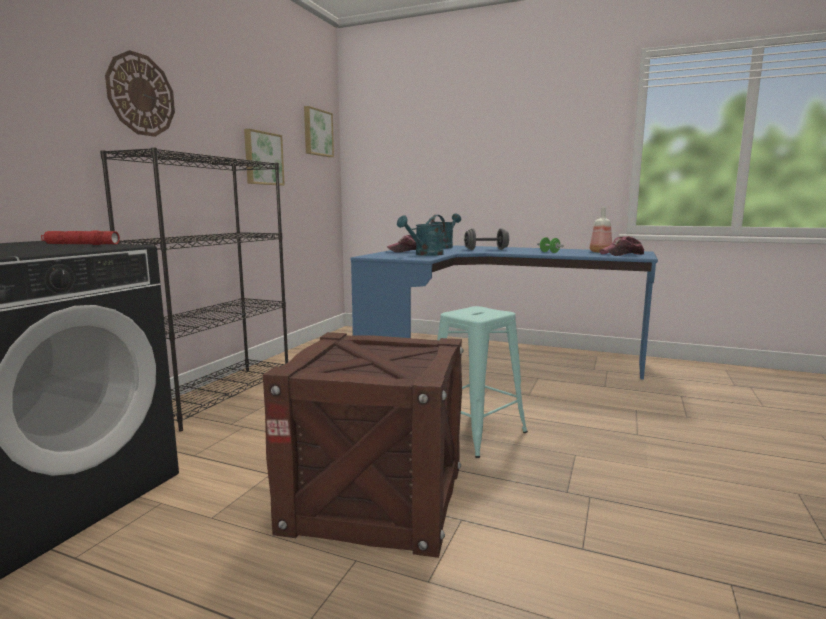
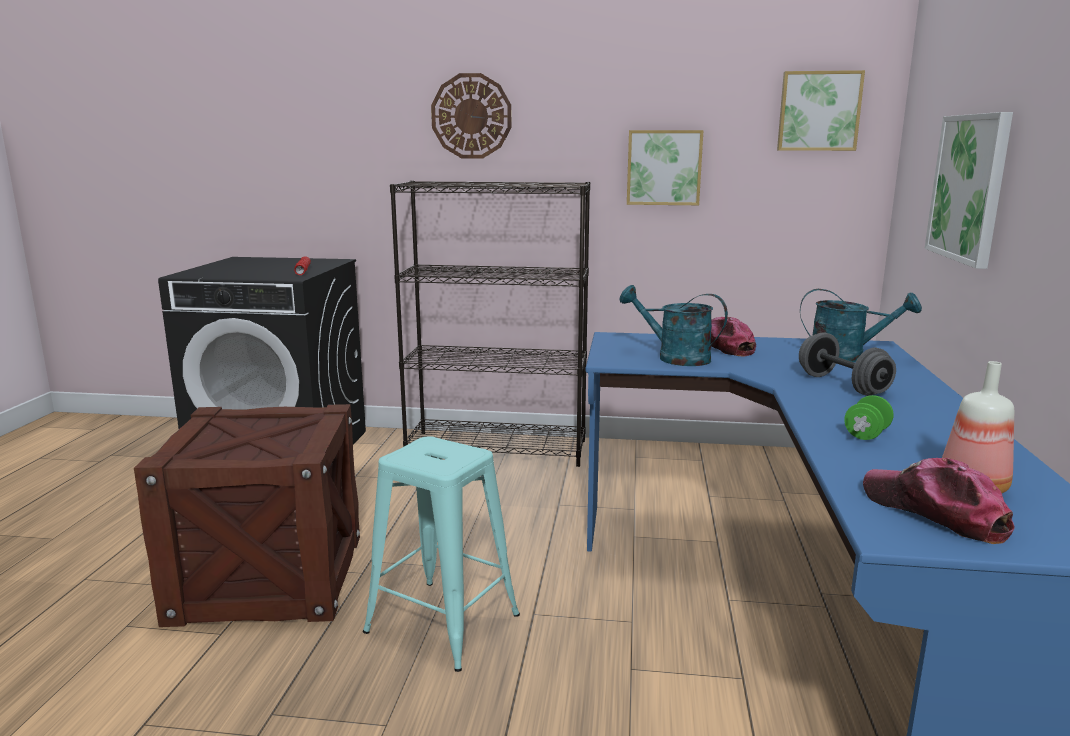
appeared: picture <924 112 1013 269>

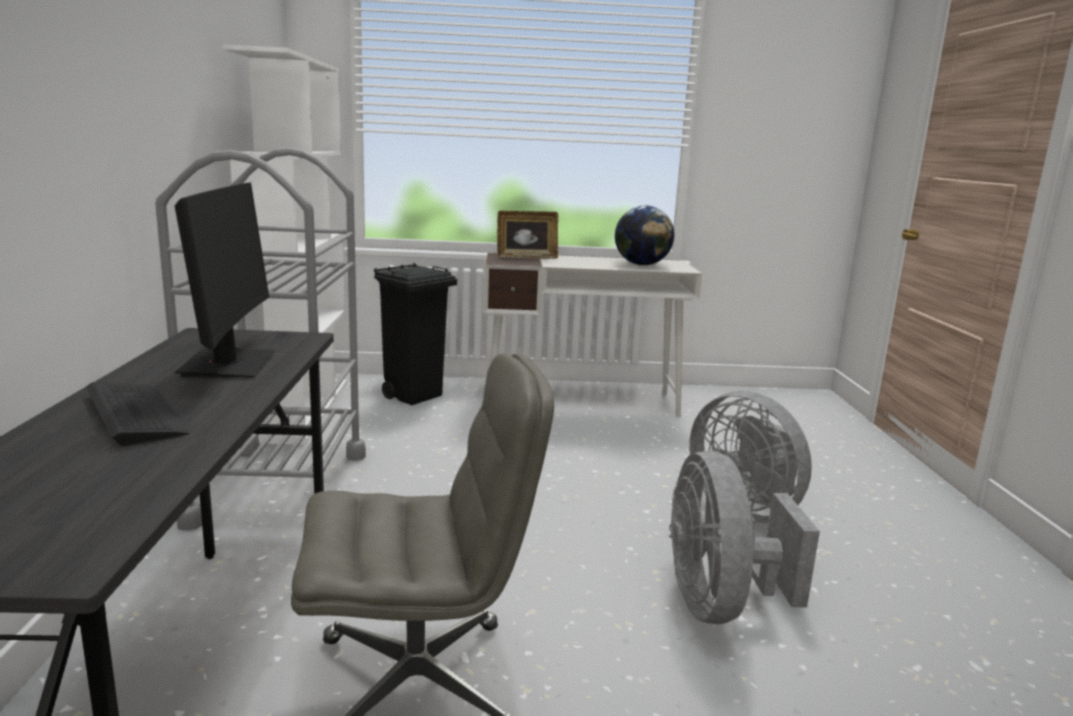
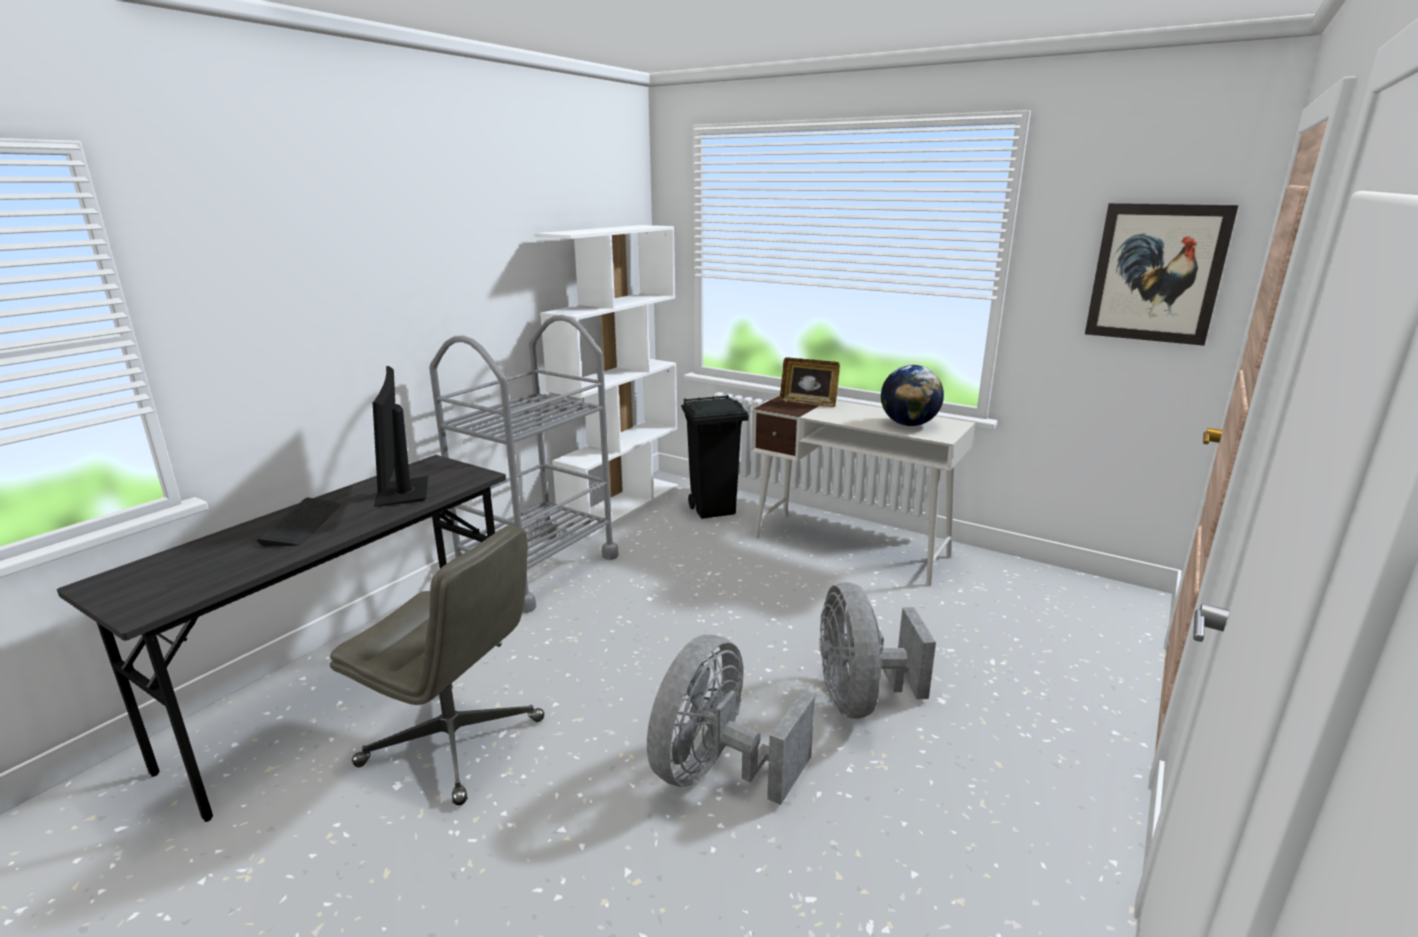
appeared: picture <1085 203 1238 346>
spun: computer screen <174 182 275 378> = <373 366 428 507> 135 degrees clockwise

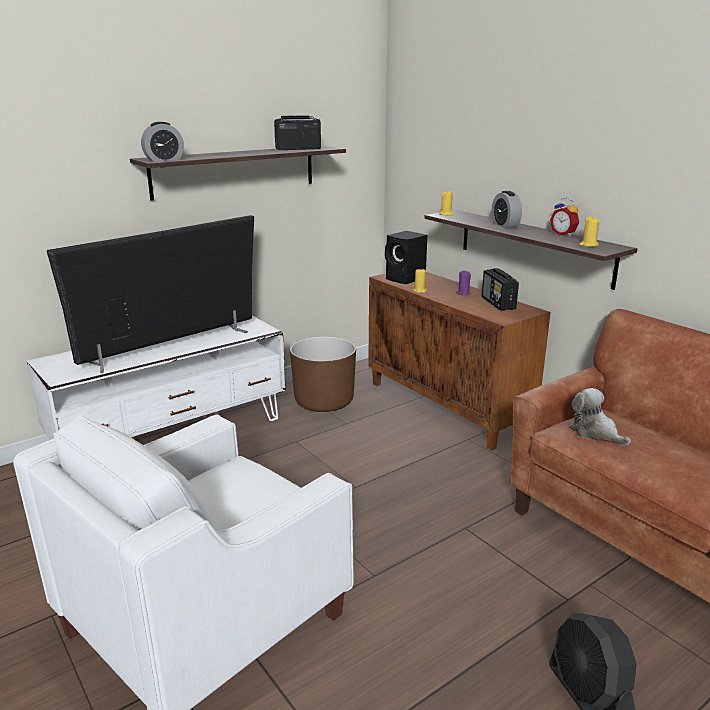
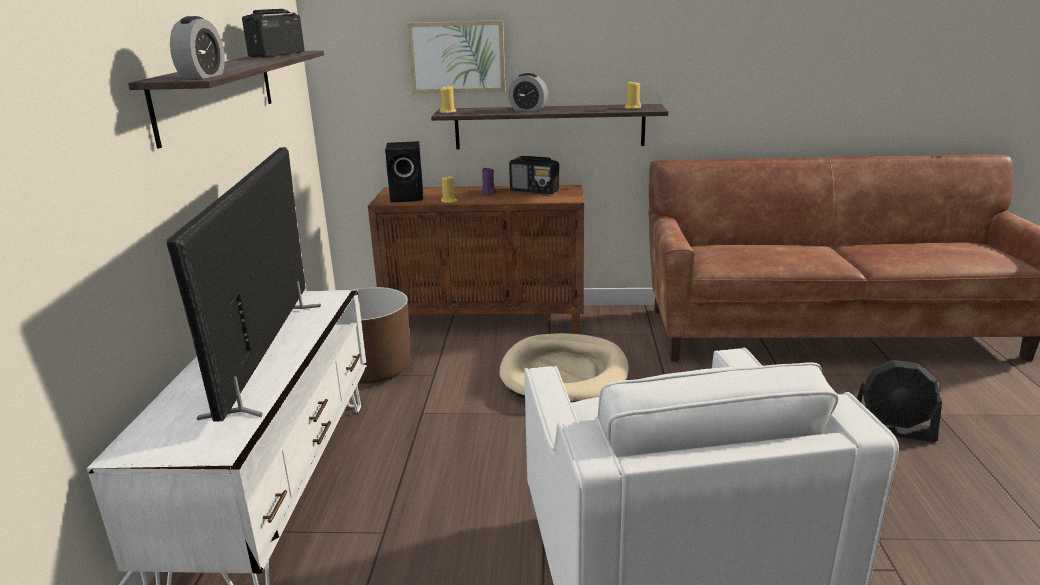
missing: table clock <550 198 579 236>; plush toy <569 388 631 446>
appeared: picture <407 20 505 93>; pet bed in beige-coloured <500 333 629 403>

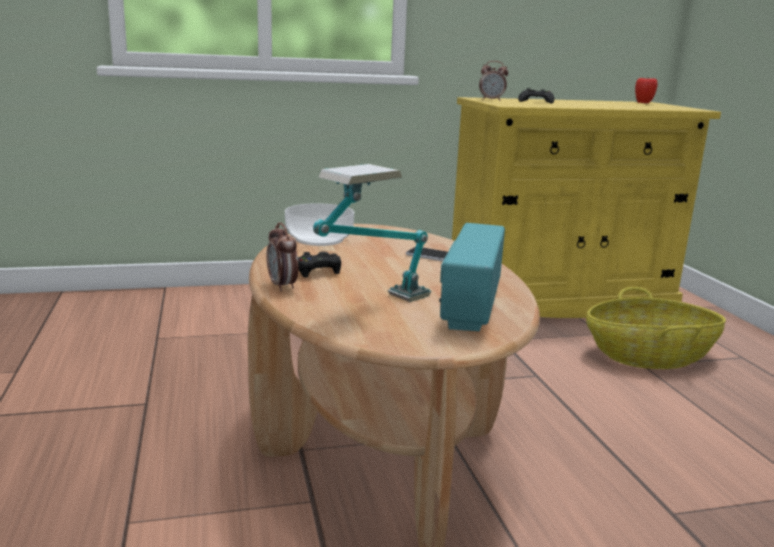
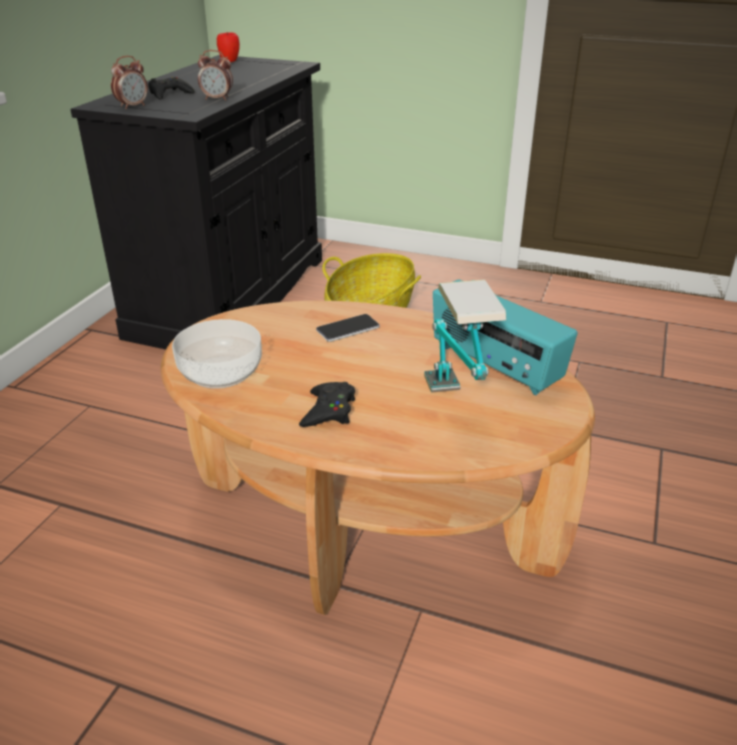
relocated: table clock <266 222 298 291> to <198 50 233 101>
colour: cabinet in yellowish <452 97 721 318> to cabinet in black-coloured <70 55 322 349>

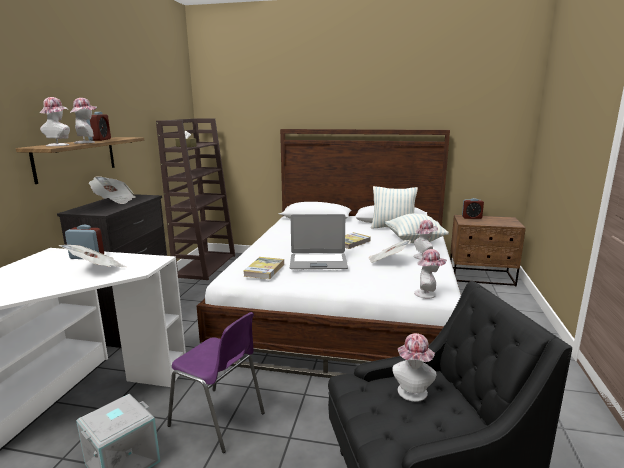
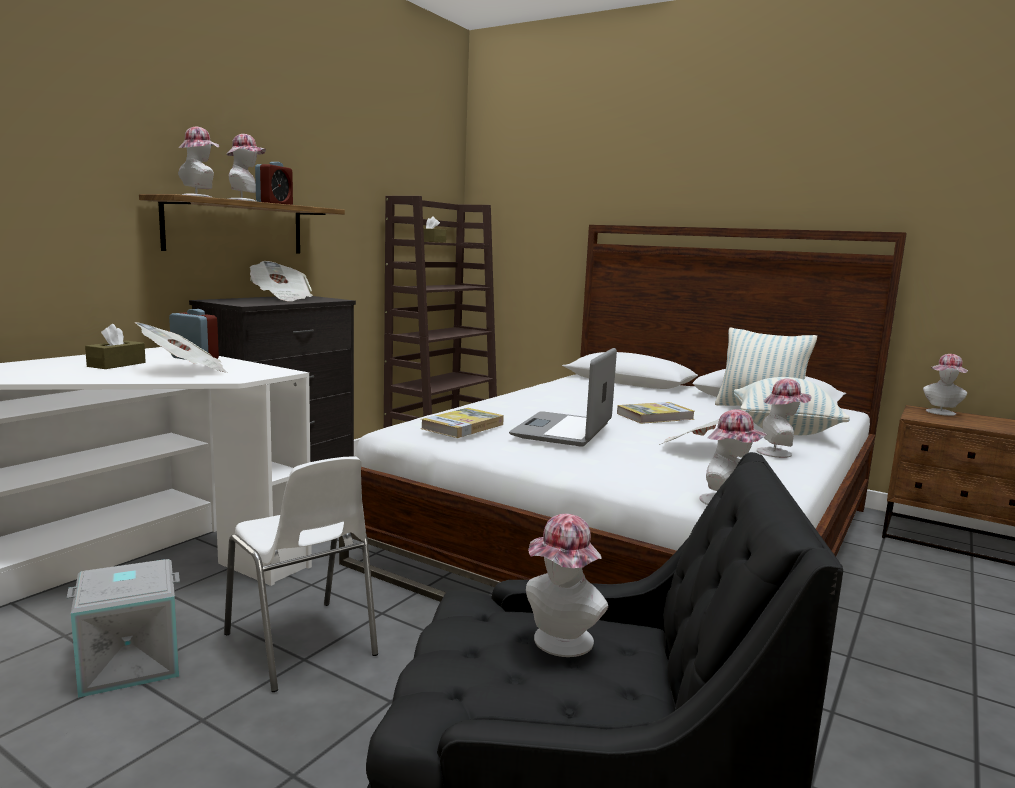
appeared: box of tissues in brown <85 324 146 369>
exchanged: table clock <462 198 484 219> to clothing hat <923 354 968 416>
colour: upright chair in purple <167 312 265 453> to upright chair in whitish <224 457 378 692>
spun: notebook computer <290 214 348 269> = <509 348 617 447> 90 degrees clockwise

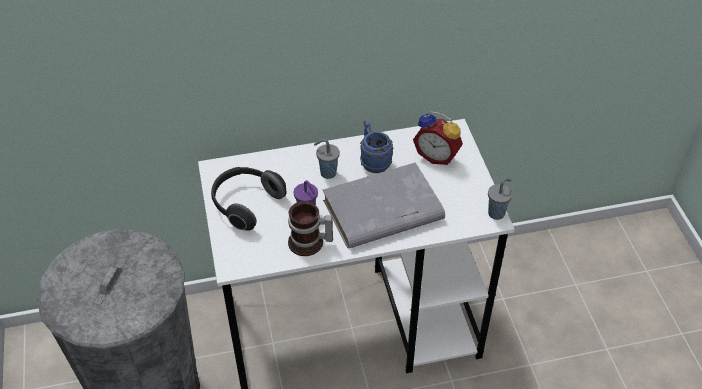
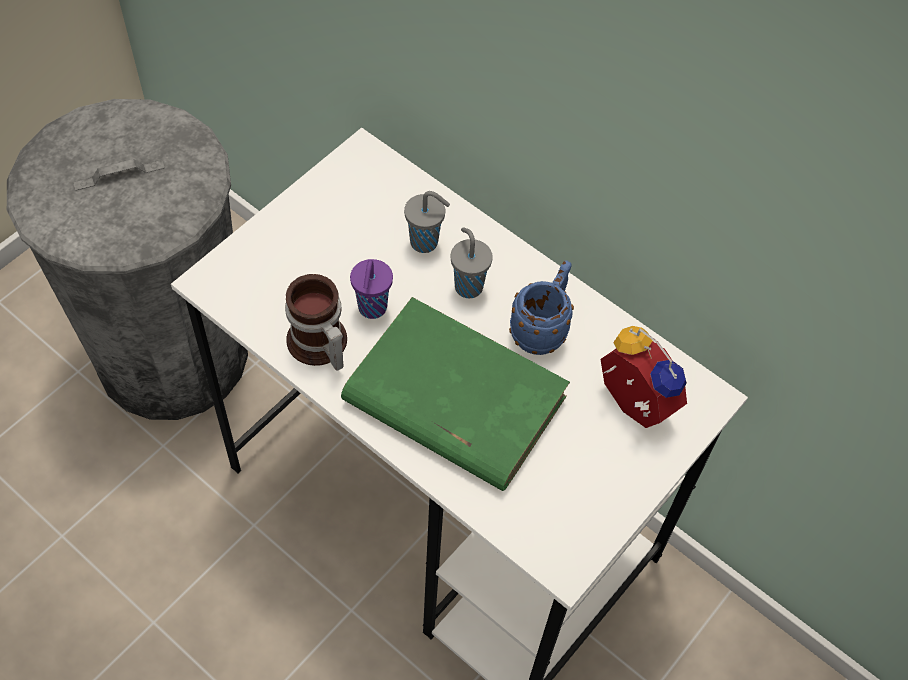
missing: pair of headphones <211 167 286 231>
relocated: small cup in gray <488 178 513 220> to <404 191 450 253>
colour: book in gray <323 162 445 249> to book in greenish <341 297 570 491>
spun: table clock <413 111 463 165> = <600 326 687 428> 150 degrees clockwise

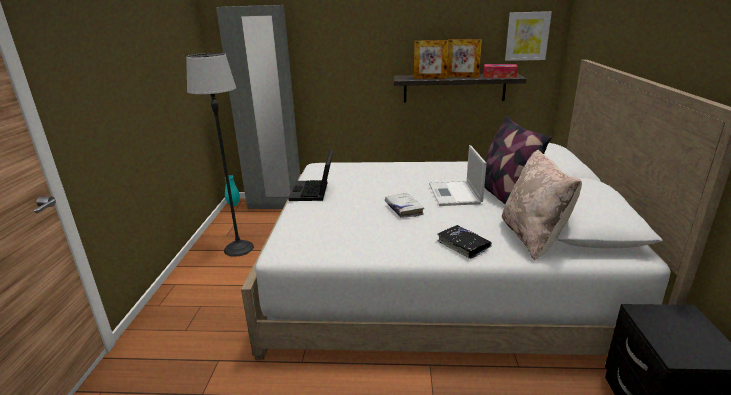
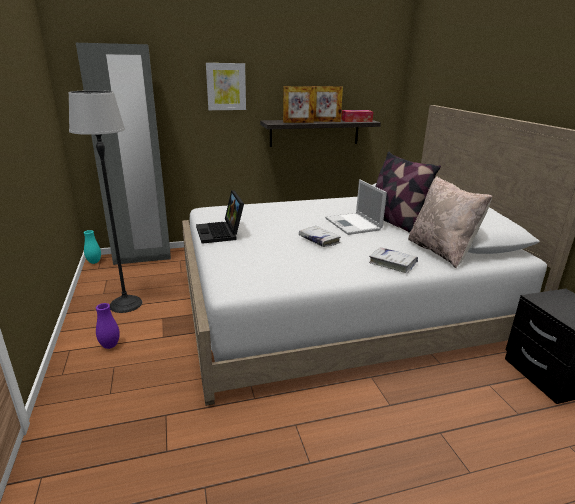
appeared: vase in purple <96 303 120 349>
relocated: picture <505 11 552 61> to <206 63 246 110>
colour: book in black-coloured <437 225 492 259> to book in whitish <369 247 418 273>

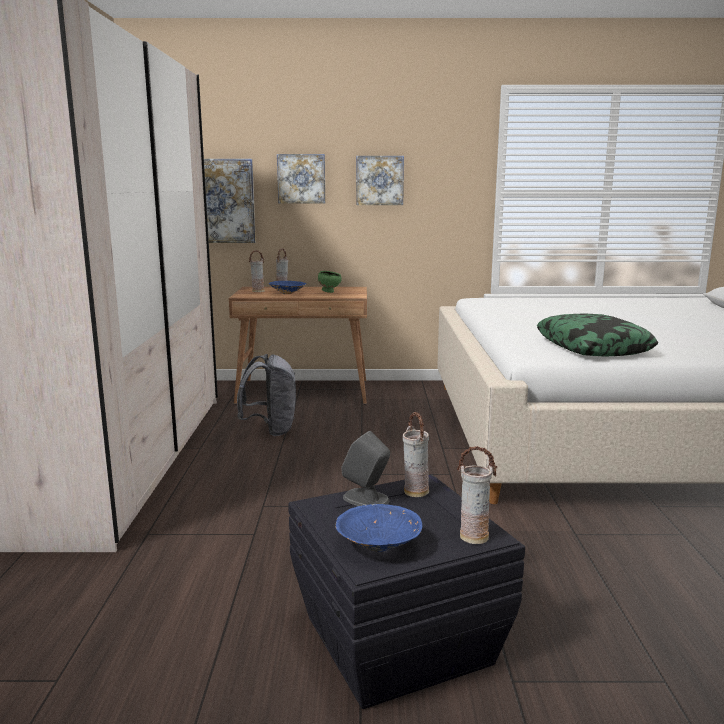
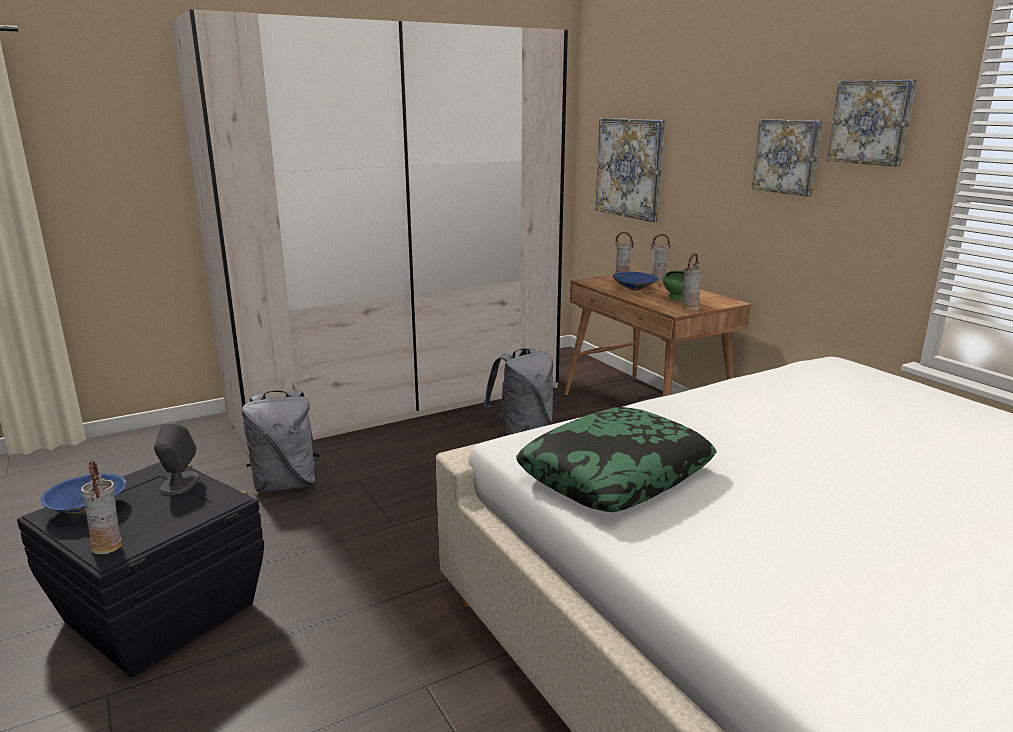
appeared: knapsack in gray <242 389 320 492>
relocated: vase <403 412 429 497> to <683 253 701 310>; picture <277 154 325 203> to <827 80 917 166>

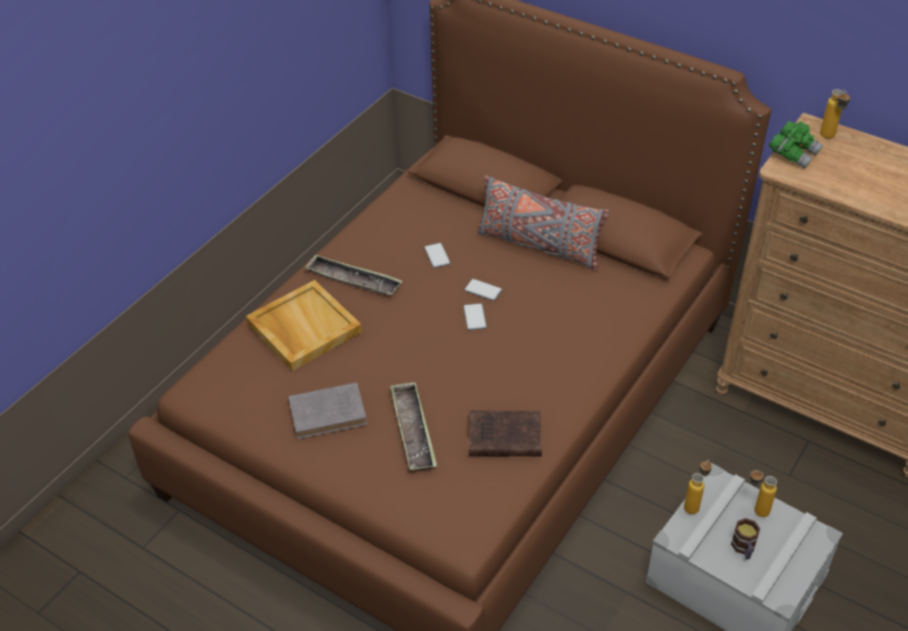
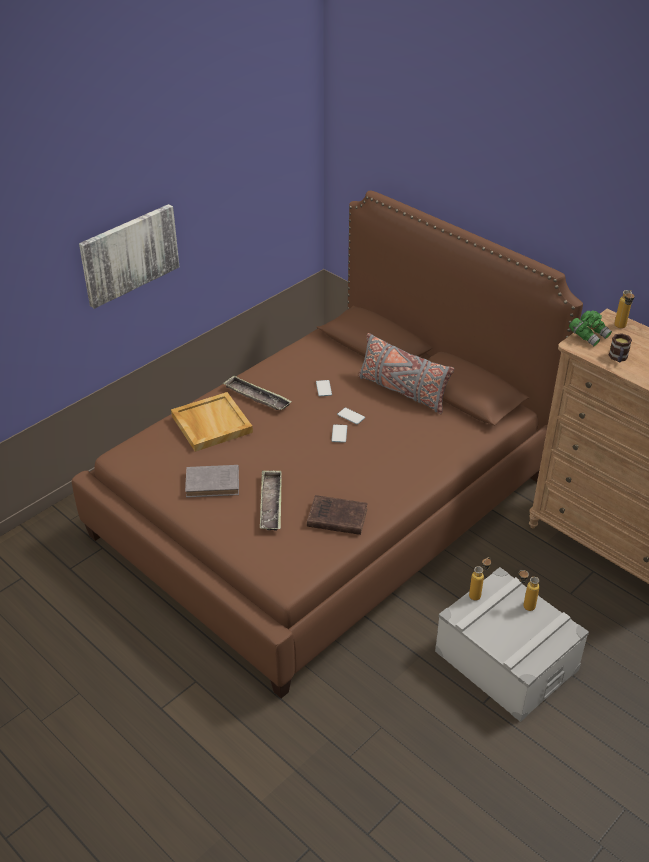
appeared: picture <79 204 179 309>
relocated: coffee mug <731 518 760 559> to <609 333 632 362>

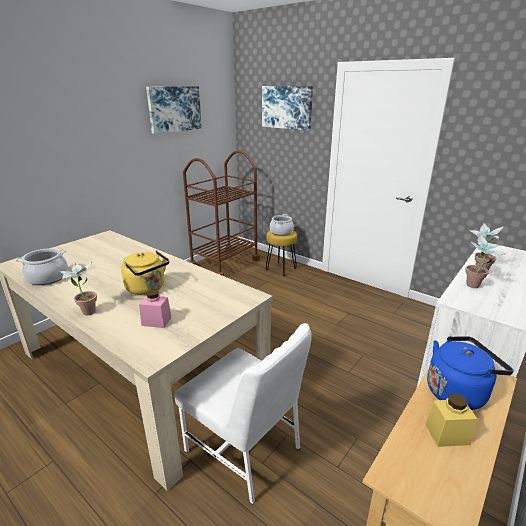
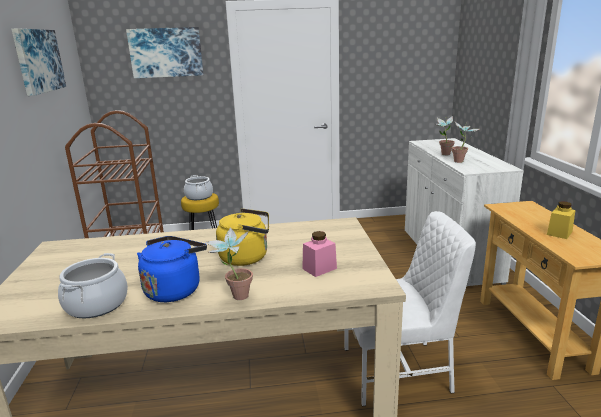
relocated: tea kettle in blue <427 336 514 410> to <137 236 207 302>

